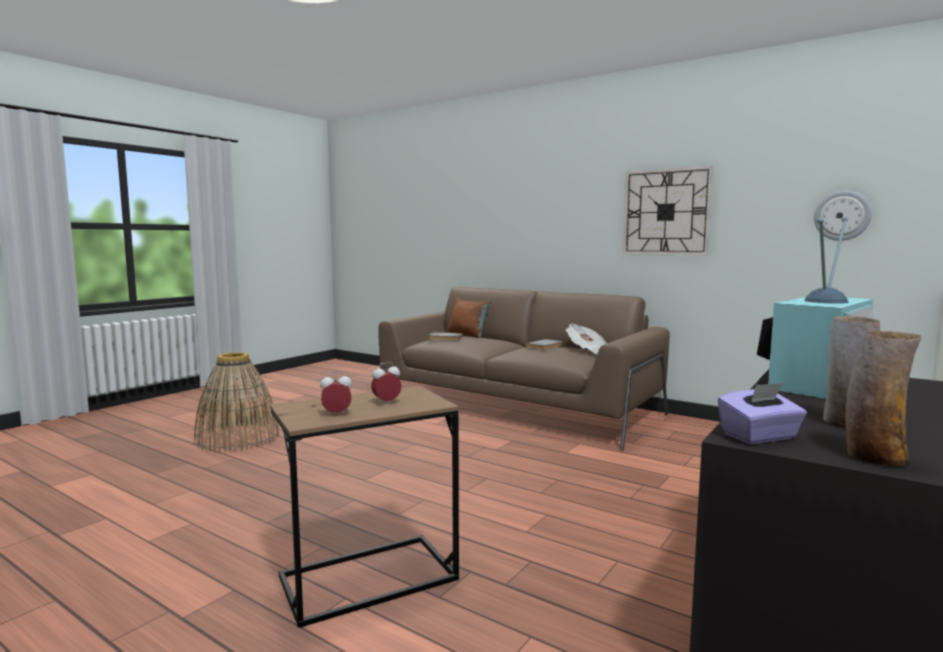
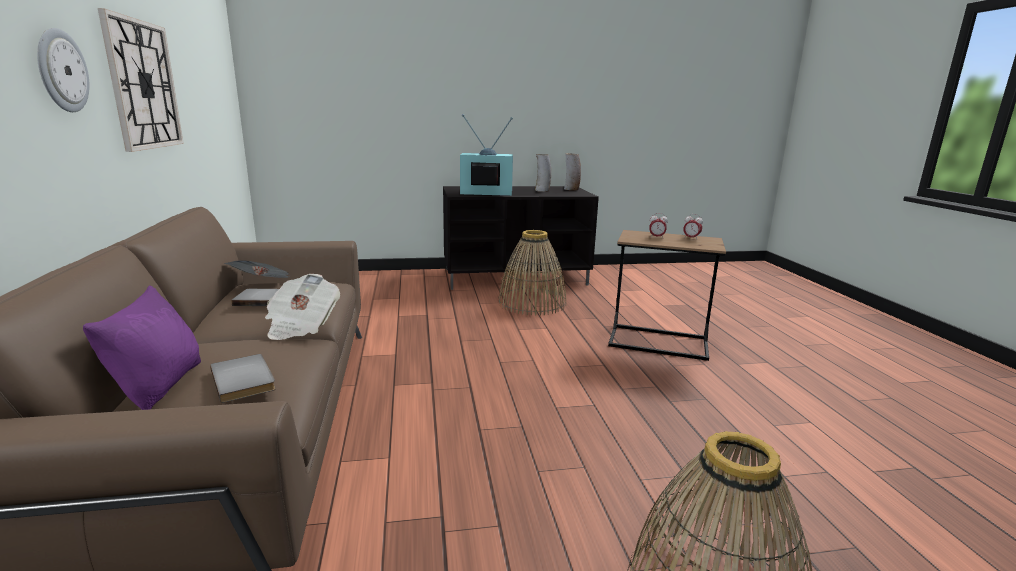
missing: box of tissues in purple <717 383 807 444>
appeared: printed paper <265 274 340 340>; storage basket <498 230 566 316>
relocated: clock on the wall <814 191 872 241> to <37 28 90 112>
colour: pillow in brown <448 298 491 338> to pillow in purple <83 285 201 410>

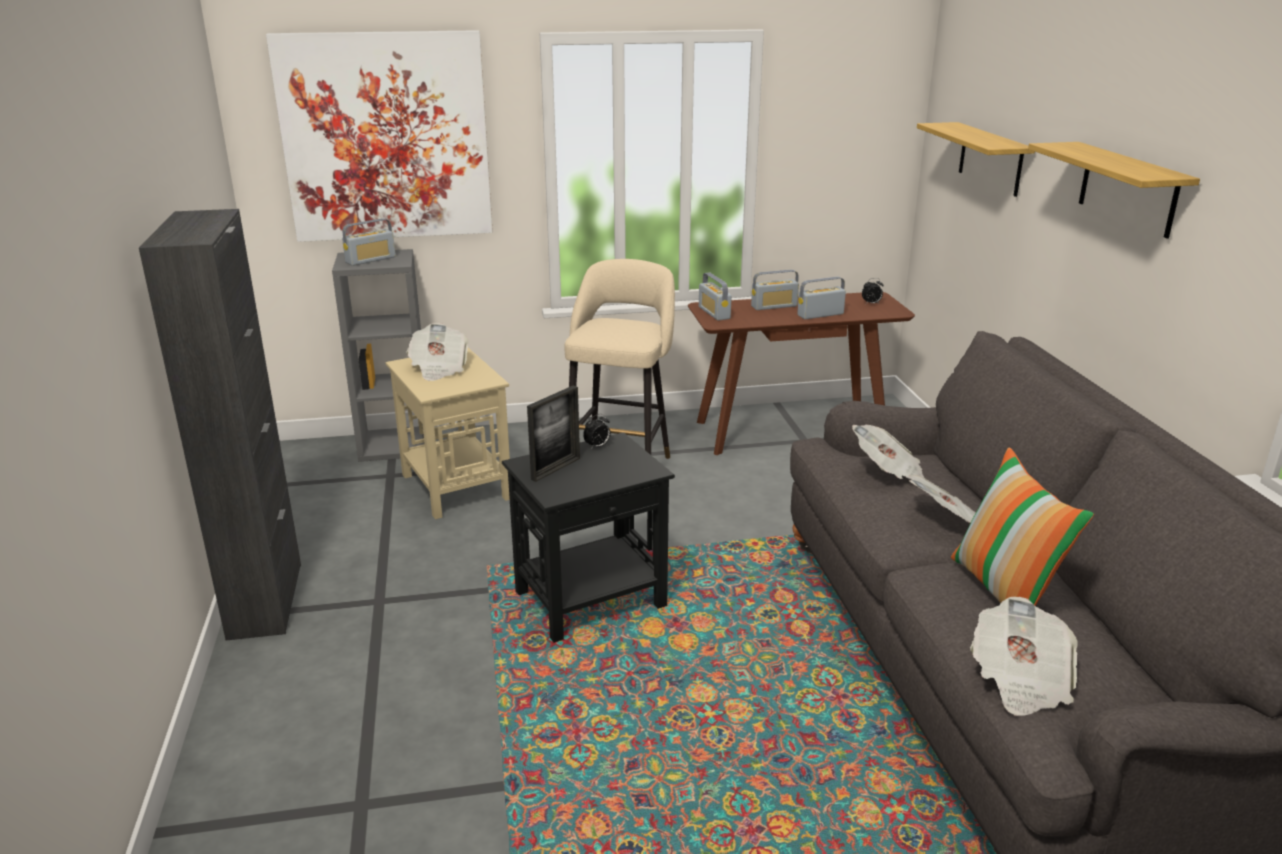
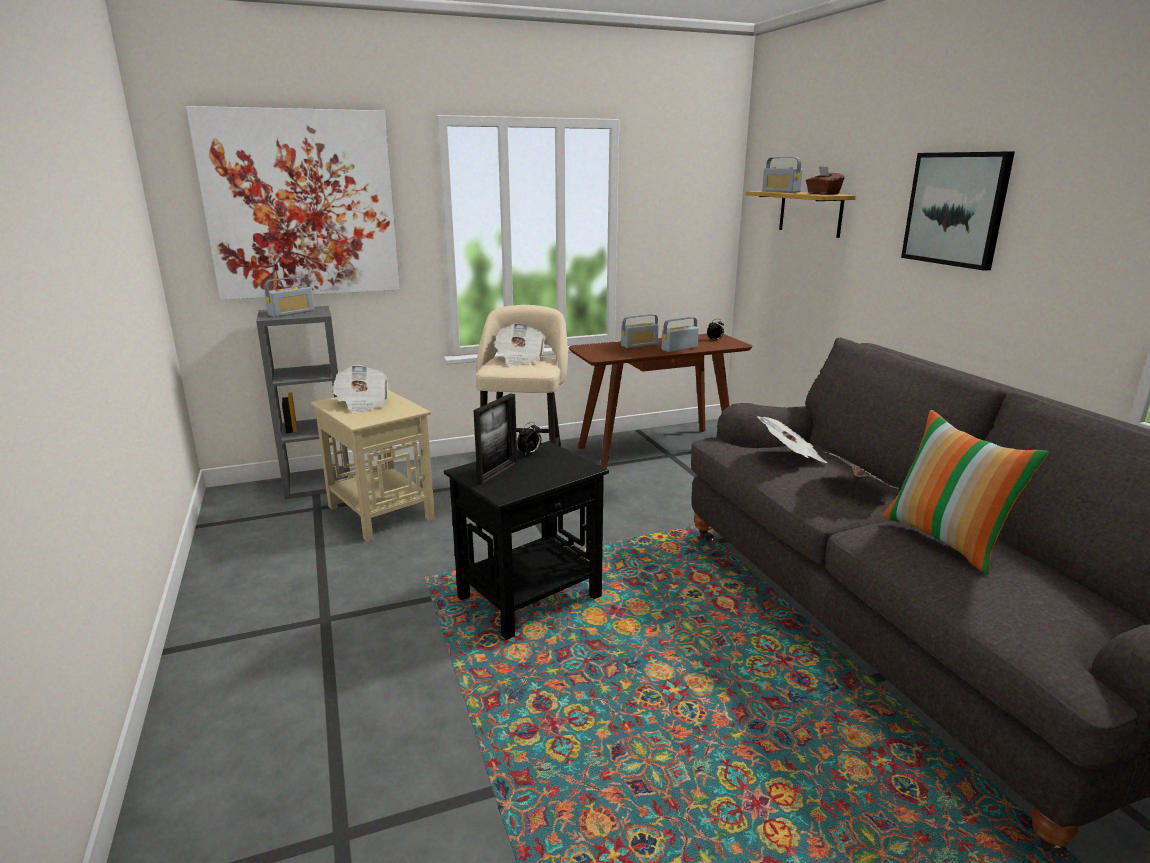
missing: cabinet in black-coloured <139 209 301 640>
appeared: box of tissues in brown <806 167 845 195>
relocated: printed paper <970 597 1078 716> to <494 324 546 366>; radio <699 272 732 321> to <762 157 803 193>
exchanged: shelf <1028 142 1200 239> to picture <901 151 1015 271>

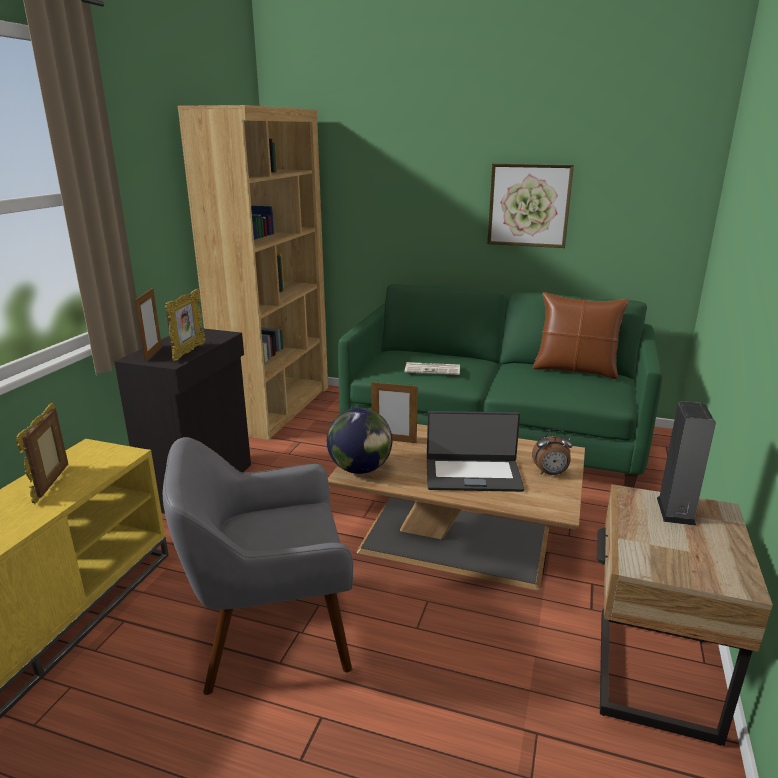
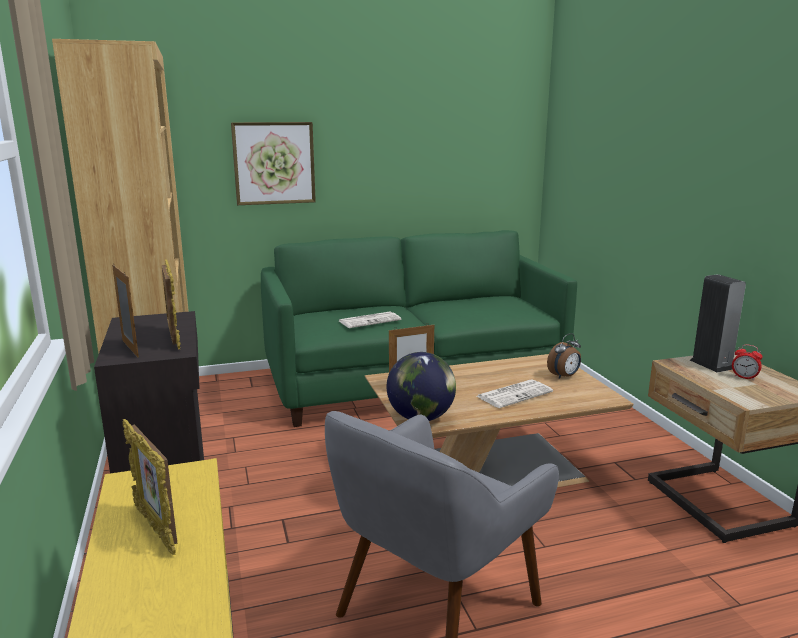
missing: pillow in brown <533 292 629 379>
appeared: table clock <732 344 763 381>
relocated: picture <487 164 574 248> to <231 122 316 205>
exchanged: notebook computer <427 411 524 492> to printed paper <477 379 553 408>

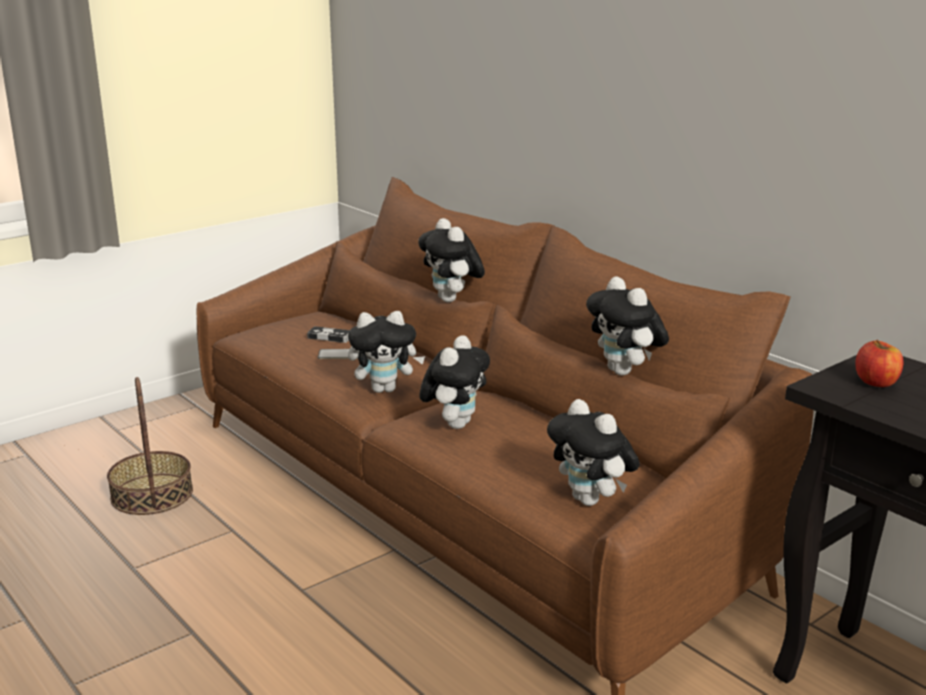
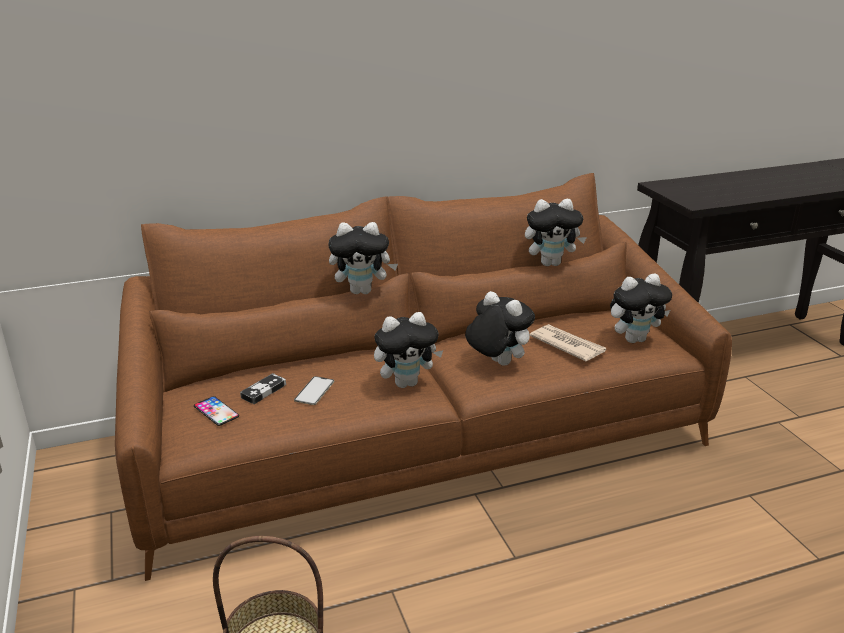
missing: apple fruit <855 339 904 387>
appeared: handset <194 396 239 426>; printed paper <530 324 606 361>
spun: plush toy <348 311 426 393> = <374 312 444 388> 60 degrees clockwise

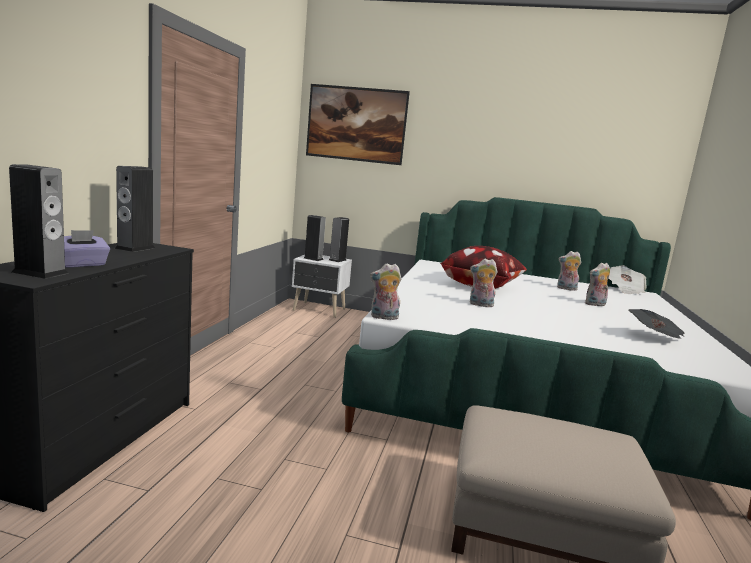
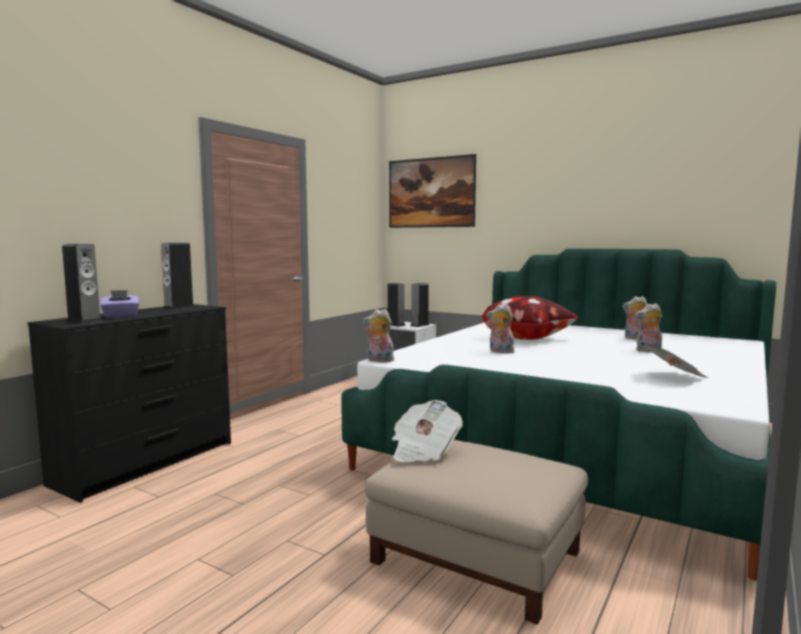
relocated: printed paper <608 265 647 294> to <392 400 463 462>

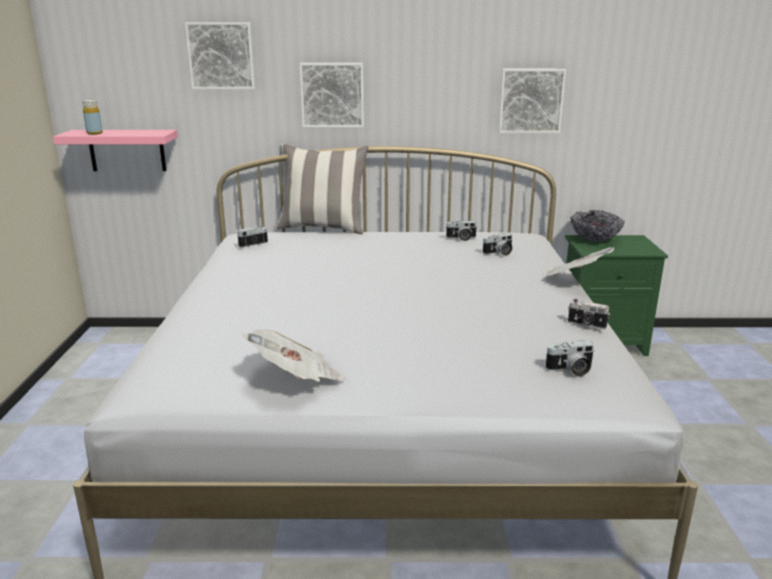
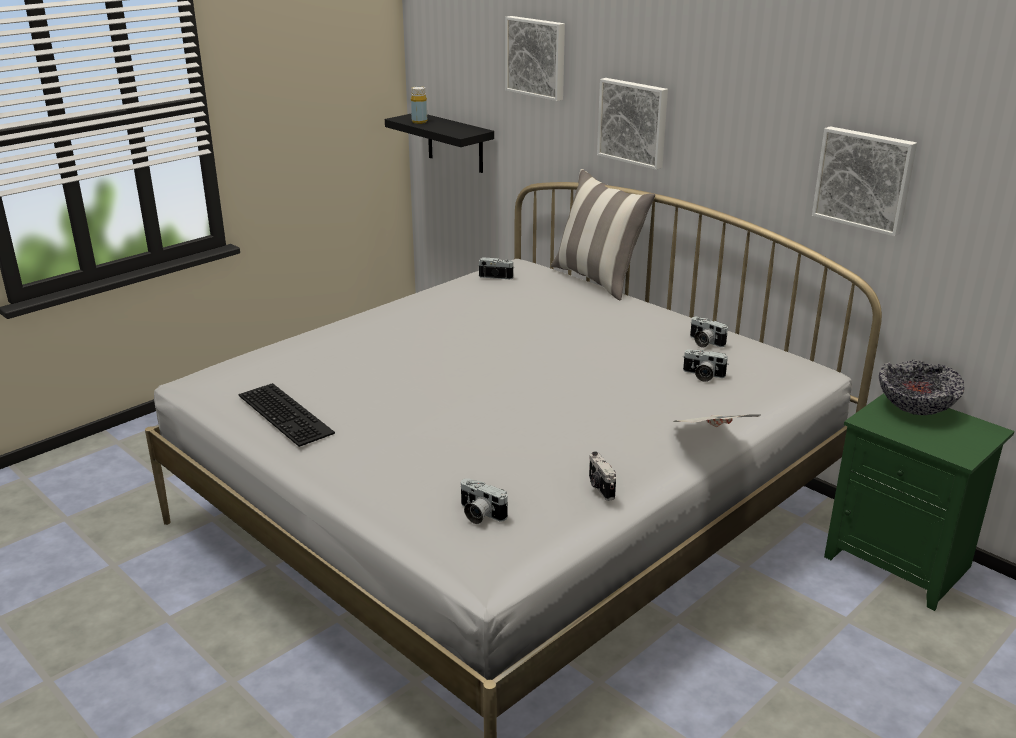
exchanged: printed paper <243 330 345 382> to keyboard <238 383 335 447>
colour: shelf in pink-coloured <53 130 178 171> to shelf in black-coloured <385 114 494 173>

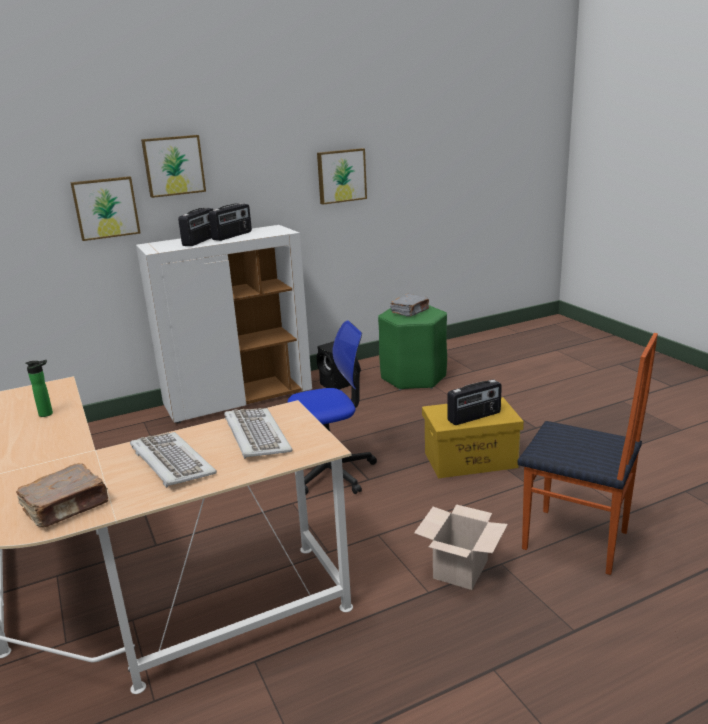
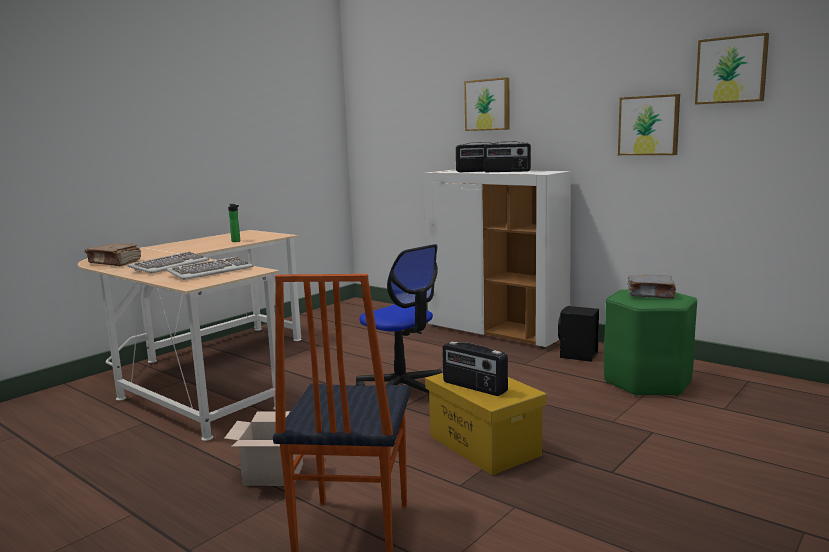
relocated: picture <70 176 140 241> to <695 33 769 104>

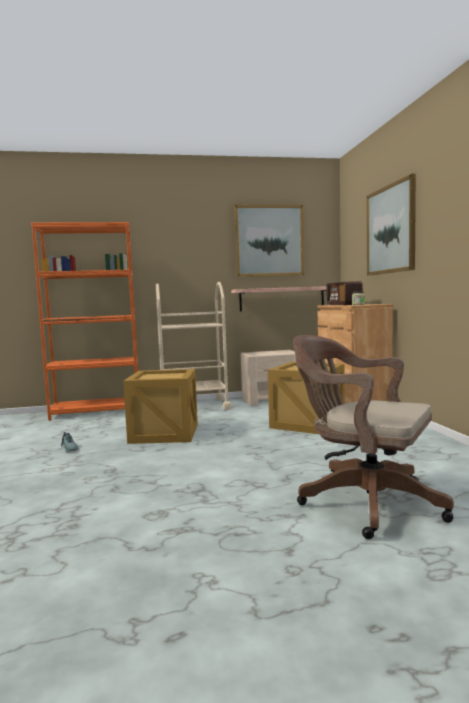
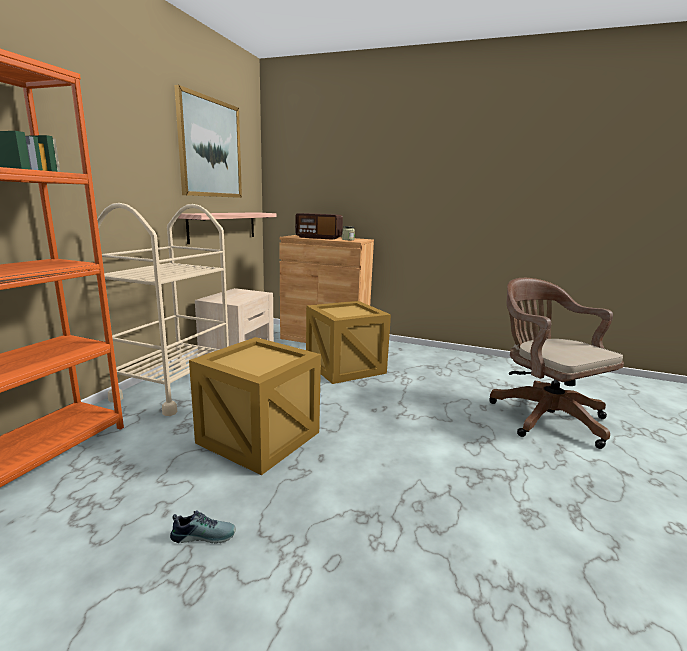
missing: picture <367 174 416 276>
spun: computer chair in brown <293 335 454 539> = <489 278 624 449> 90 degrees clockwise

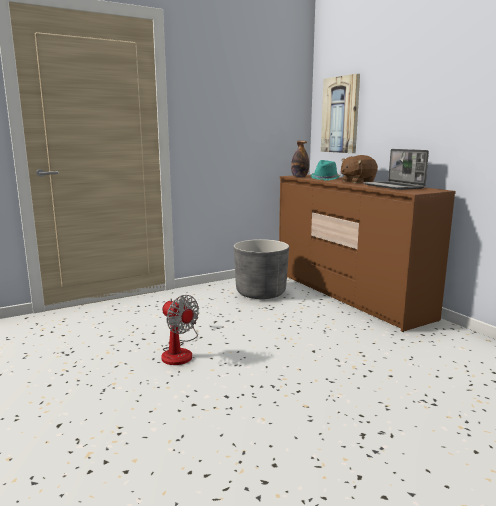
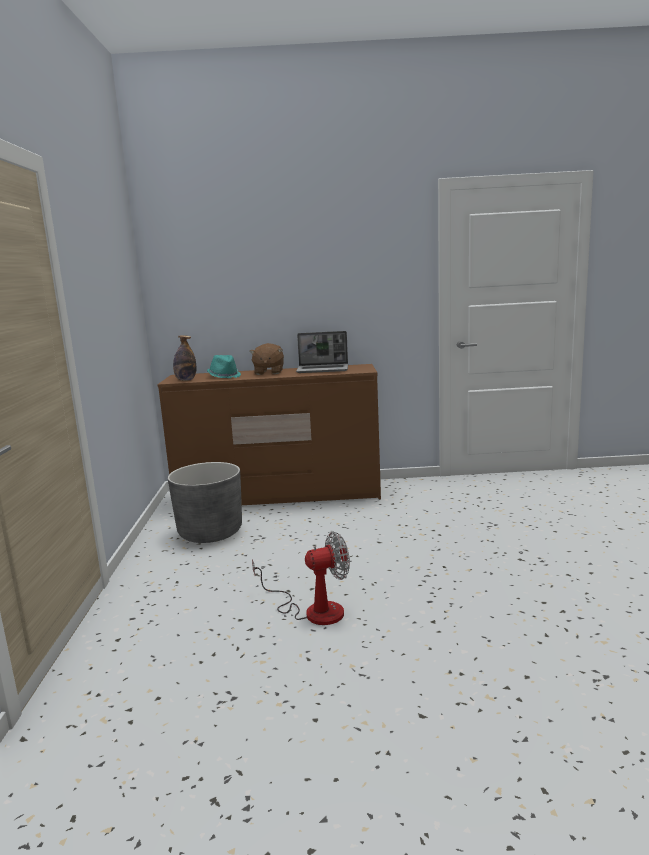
missing: picture <321 74 360 153>

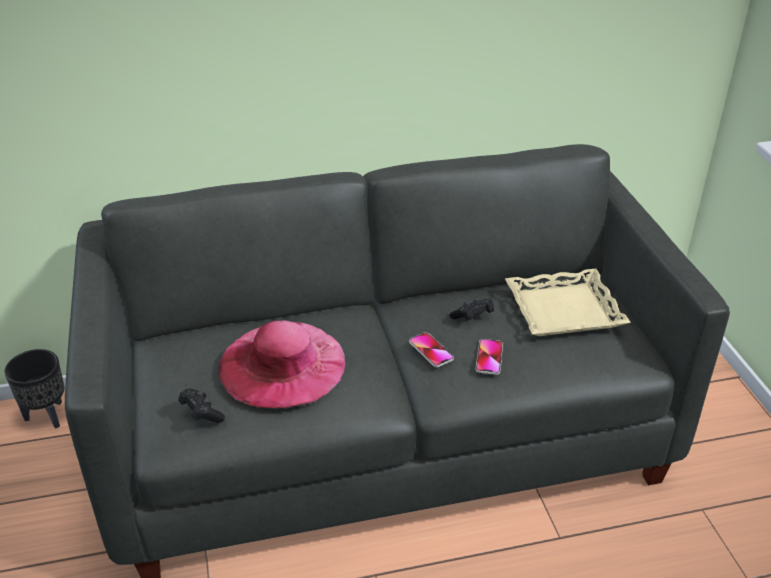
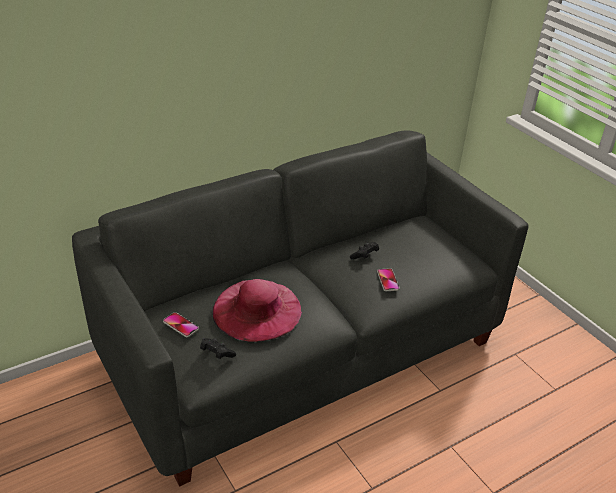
missing: planter in black-coloured <4 349 65 429>; carrying tray in beige-coloured <505 269 631 336>
relocated: handset <409 332 454 367> to <163 312 199 337>

